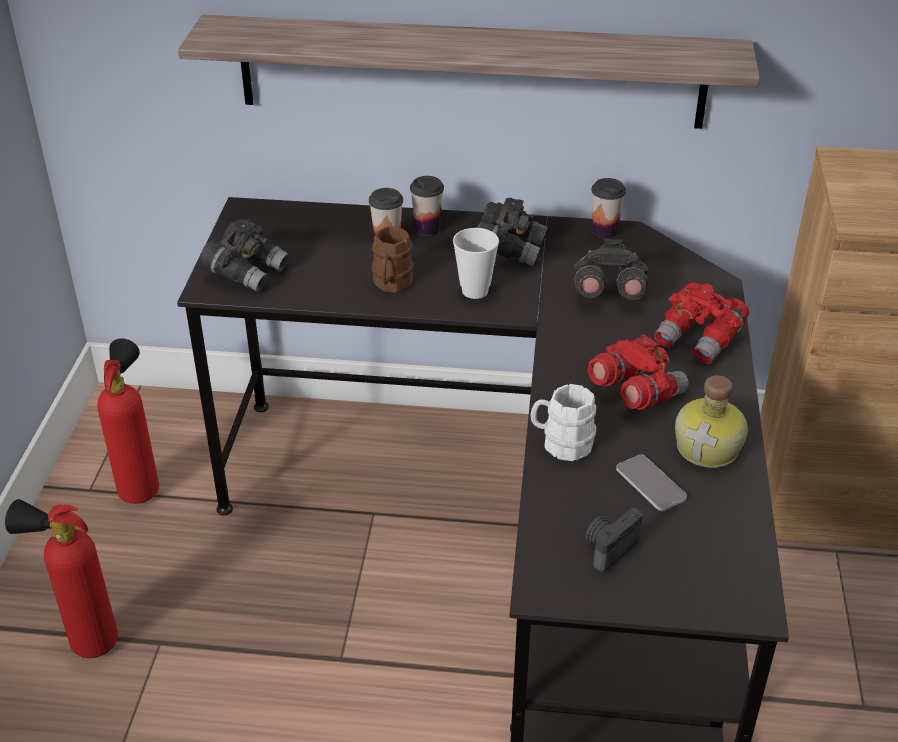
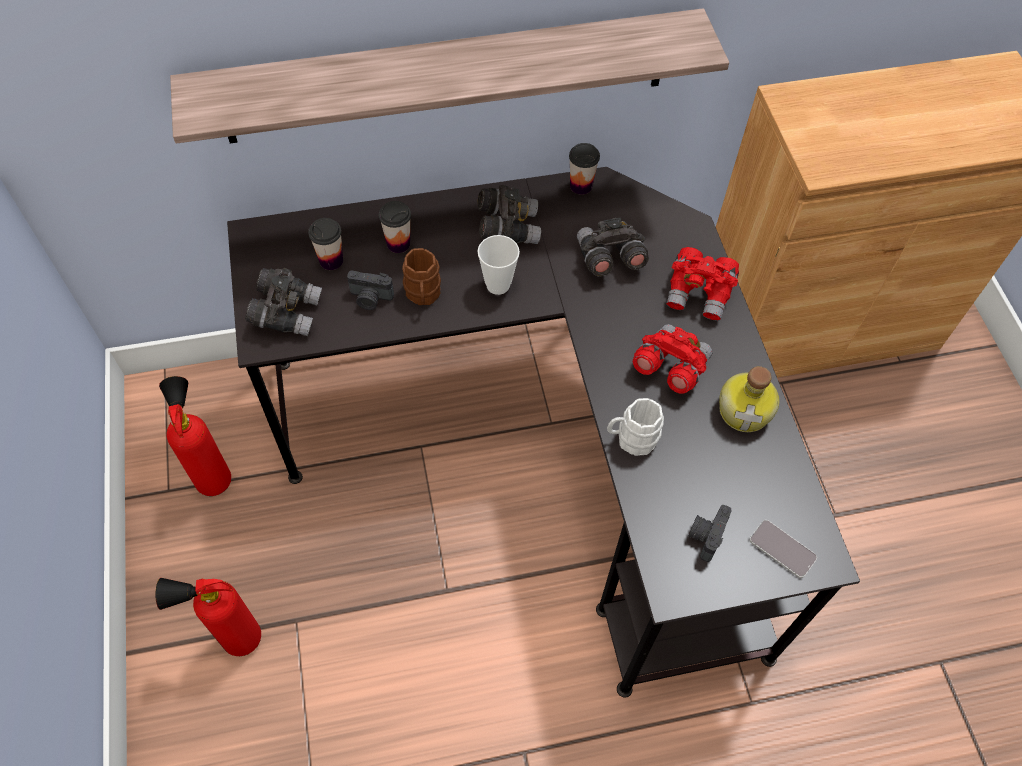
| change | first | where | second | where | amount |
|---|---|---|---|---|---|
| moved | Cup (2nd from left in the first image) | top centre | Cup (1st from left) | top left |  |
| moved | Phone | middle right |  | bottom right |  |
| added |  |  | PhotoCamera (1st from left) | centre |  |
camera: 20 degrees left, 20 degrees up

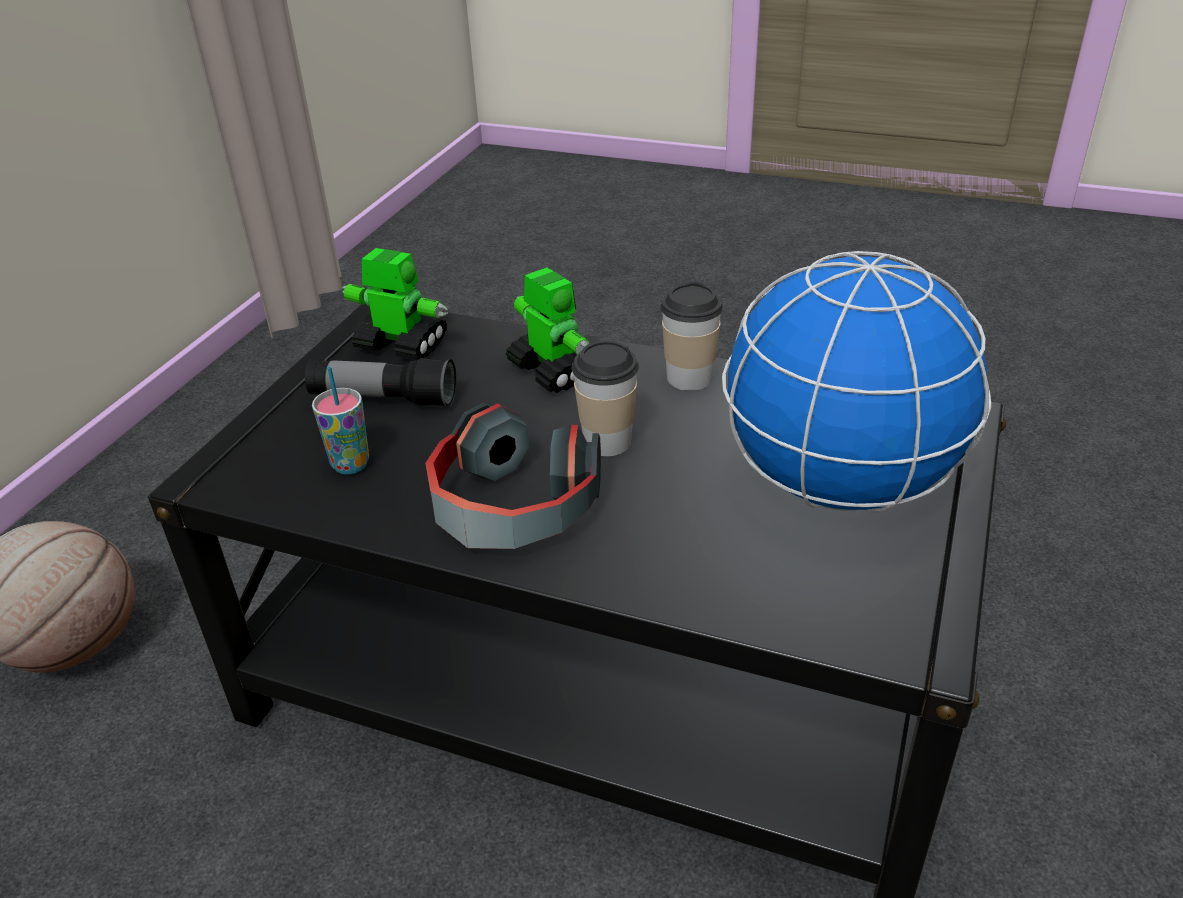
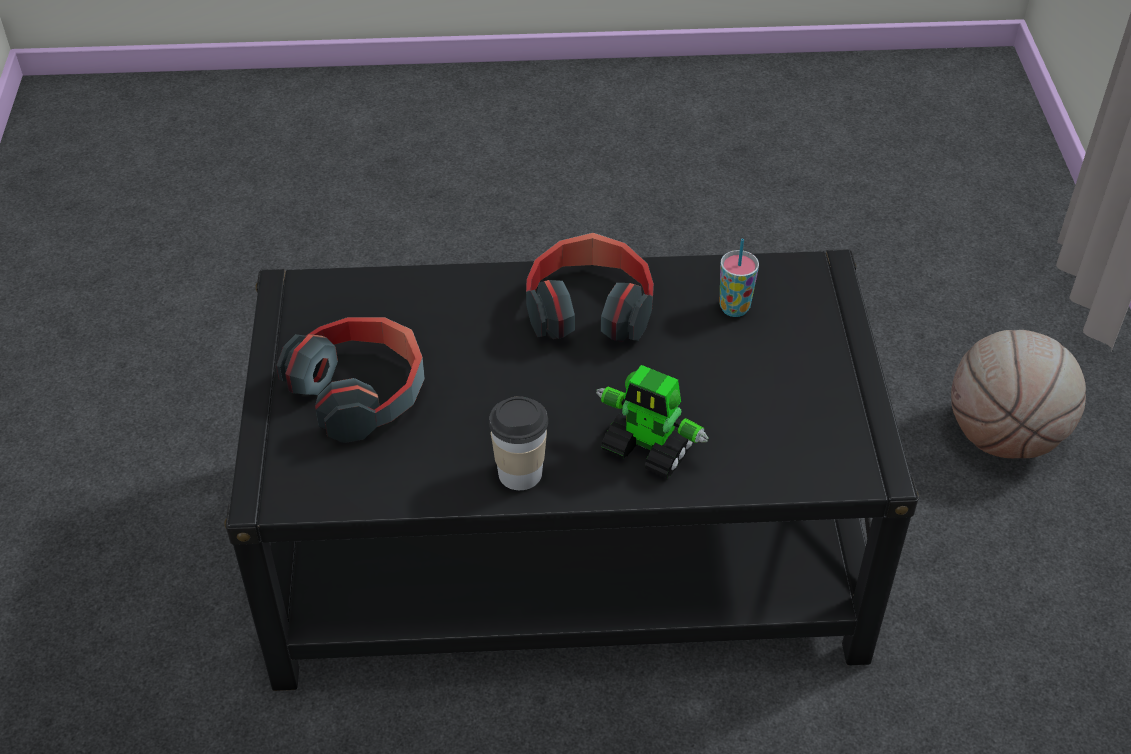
| change | first | where | second | where | amount |
|---|---|---|---|---|---|
| removed | Flashlight | middle left |  |  |  |
| removed | ToyRobot (1st from left) | middle left |  |  |  |
| removed | Cup (2nd from left) | centre |  |  |  |
| replaced | Globe | middle right | Headphones (1st from left) | middle left |  |
camera: 155 degrees right, 10 degrees up

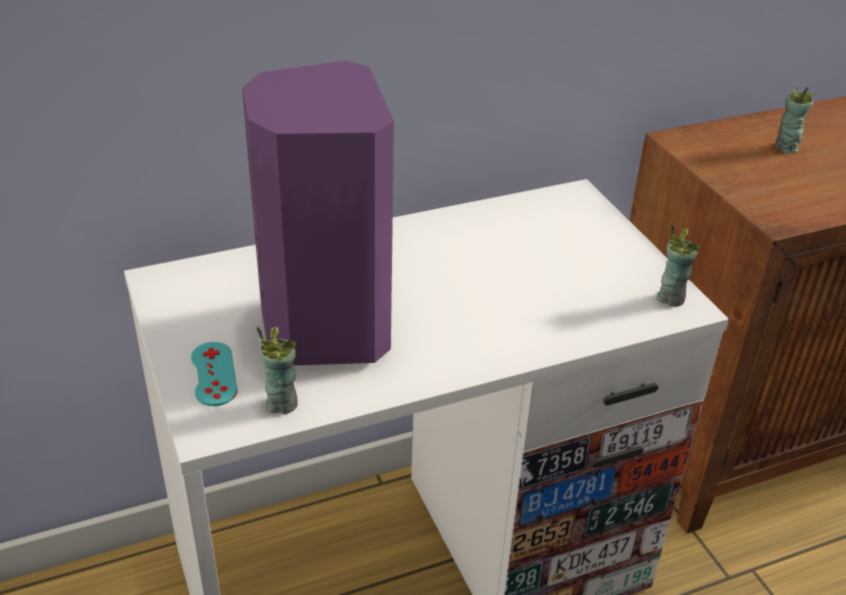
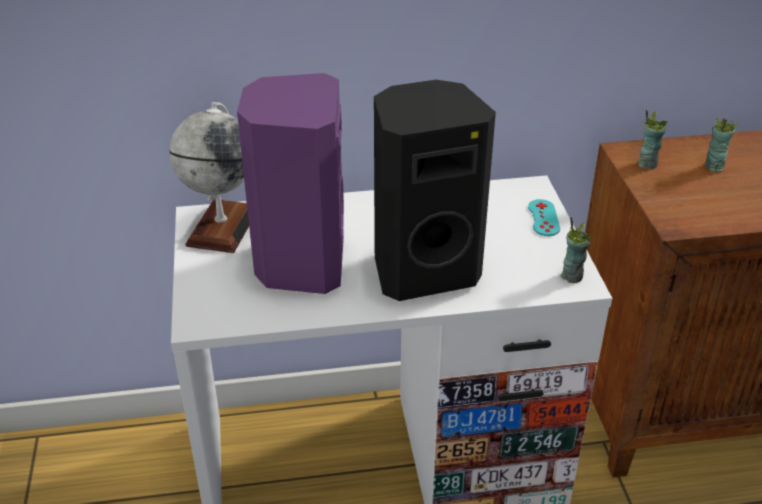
| change | first | where | second | where | amount |
|---|---|---|---|---|---|
| moved | TurquoiseGameController | middle left |  | middle right |  |
| moved | Cup (1st from left in the first image) | middle left | Cup (2nd from left) | top right |  |
| added |  |  | Globe | middle left |  |
| added |  |  | BlackSpeaker | centre |  |
camera: 15 degrees right, 0 degrees up

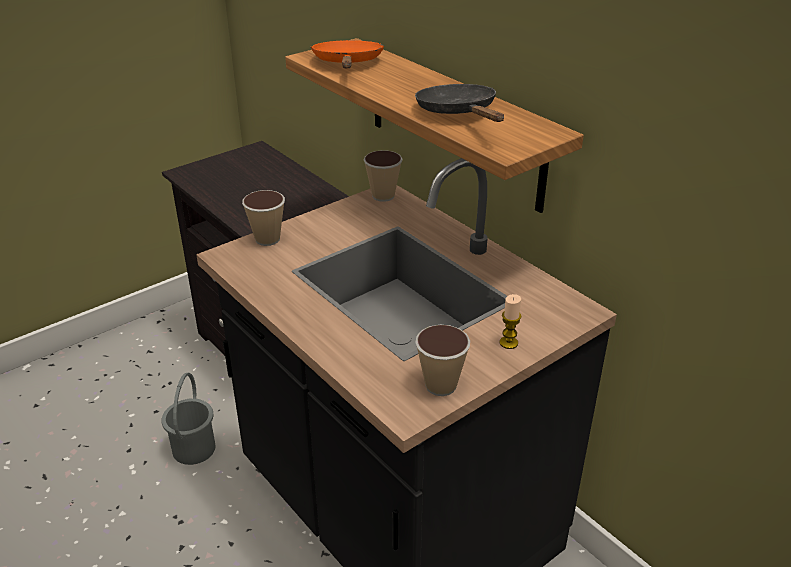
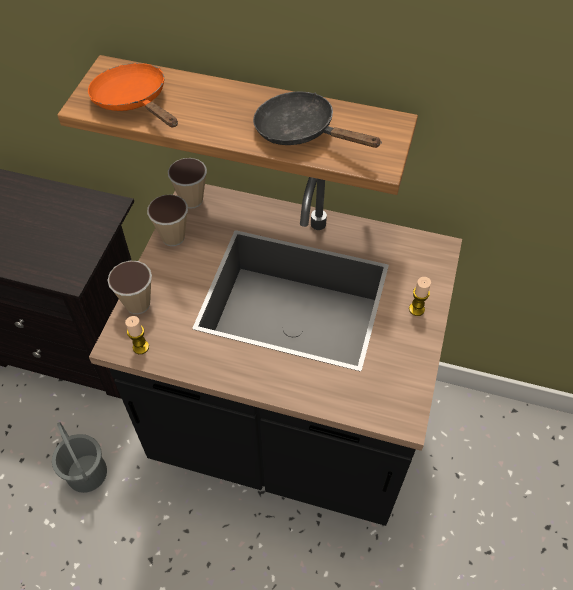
| change | first | where | second | where | amount |
|---|---|---|---|---|---|
| moved | Cup (3rd from left in the first image) | centre | Cup (2nd from left) | middle left |  |
| added |  |  | Candle (1st from left) | middle left |  |
camera: 35 degrees left, 20 degrees up

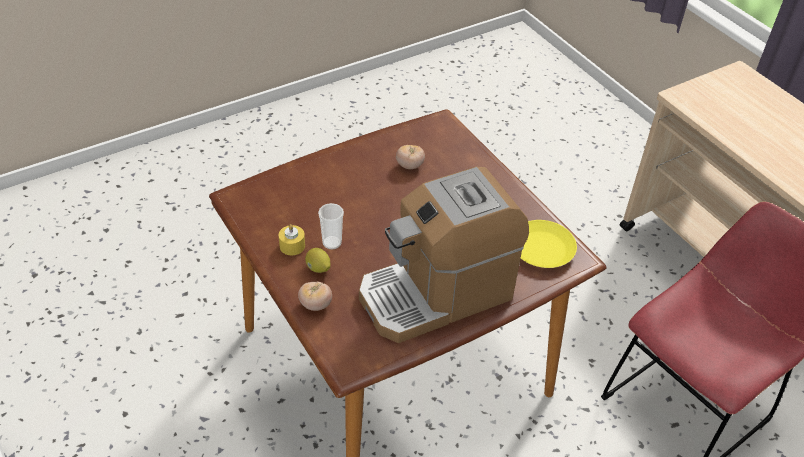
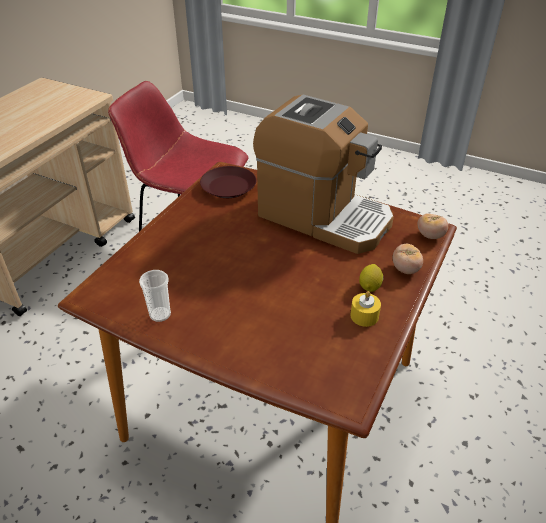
| change | first | where | second | where | amount |
|---|---|---|---|---|---|
| moved | Cup | centre |  | middle left |  |
| moved | Tomato (2nd from left) | centre |  | middle right |  |
| recoloured | YellowPlate | middle right | BrownPlate | centre |  |
camera: 120 degrees left, 5 degrees down

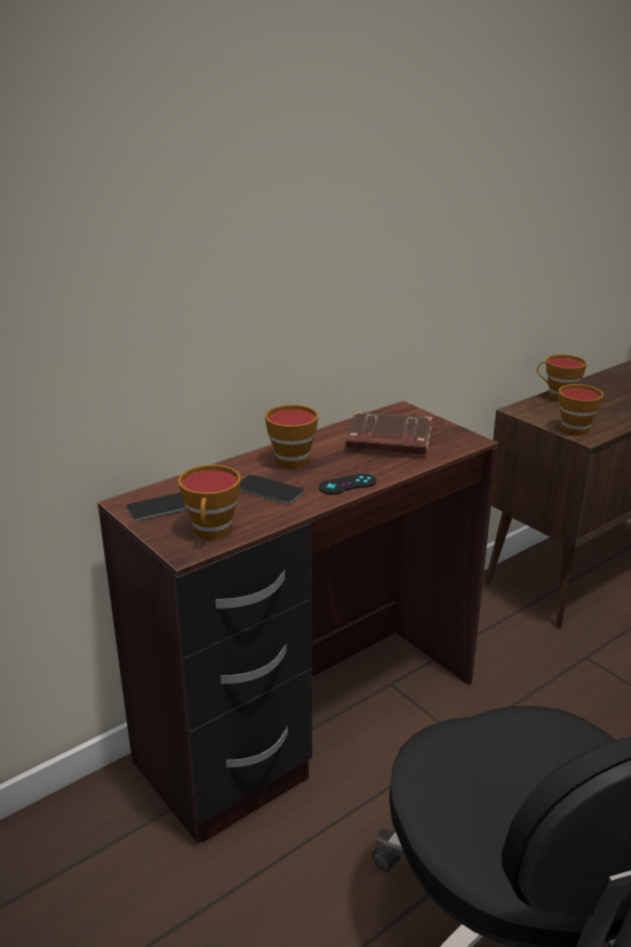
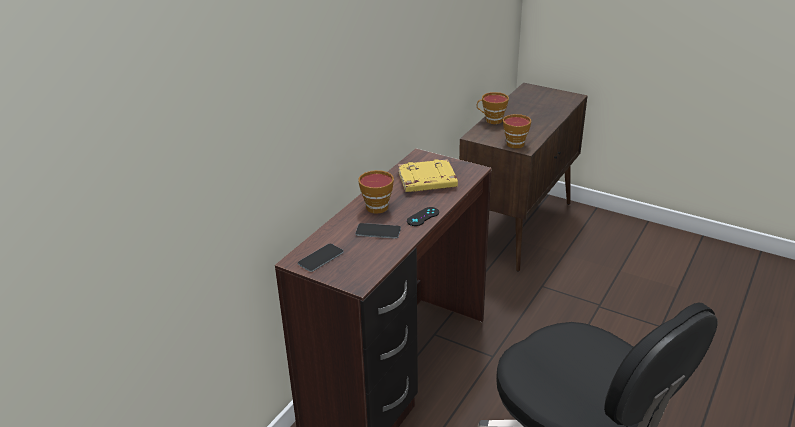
| change | first | where | second | where | amount |
|---|---|---|---|---|---|
| removed | Cup (1st from left) | middle left |  |  |  |
| recoloured | BrownBook | centre | YellowBook | centre |  |
camera: 20 degrees left, 5 degrees up

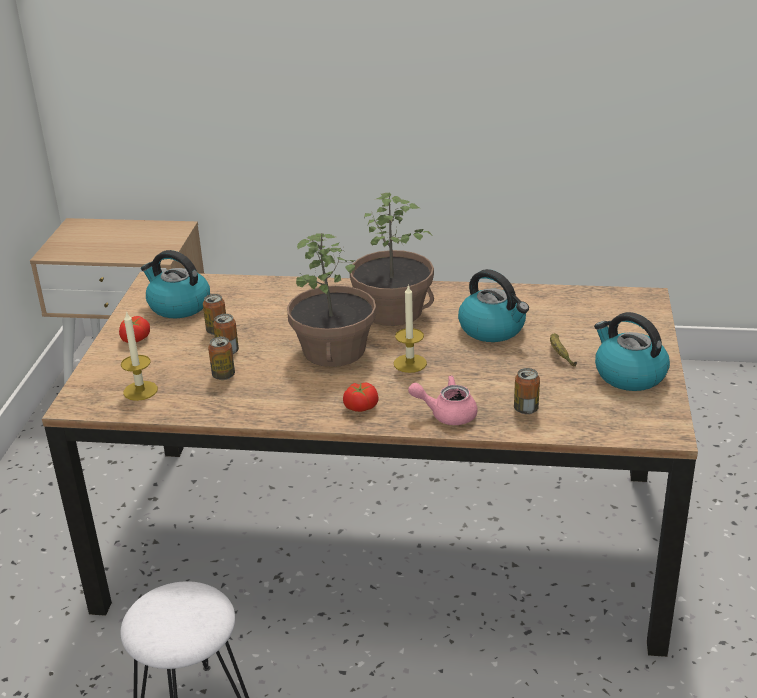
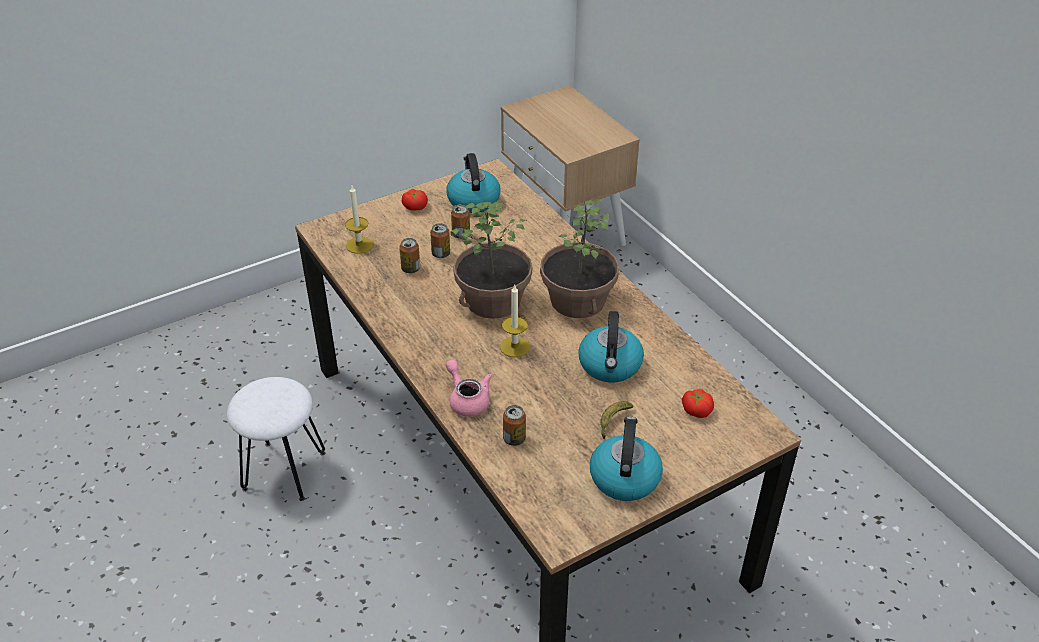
| change | first | where | second | where | amount |
|---|---|---|---|---|---|
| moved | Tomato (2nd from left) | centre |  | middle right |  |
camera: 50 degrees right, 10 degrees up

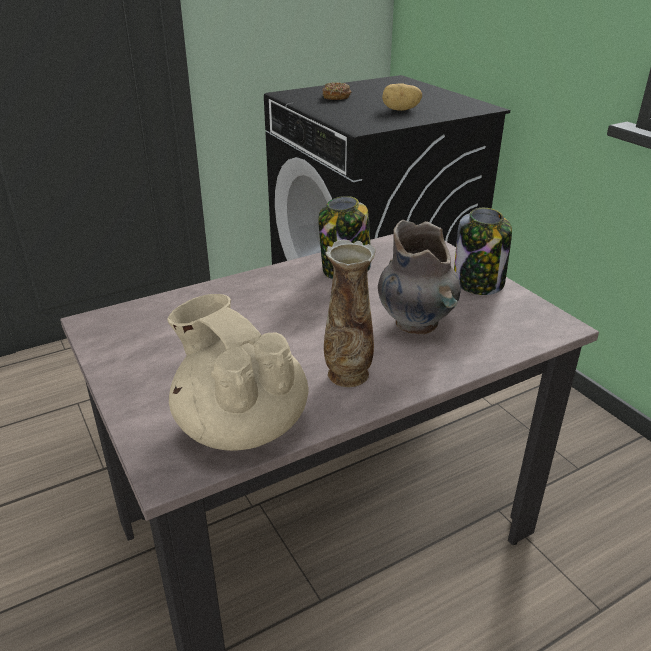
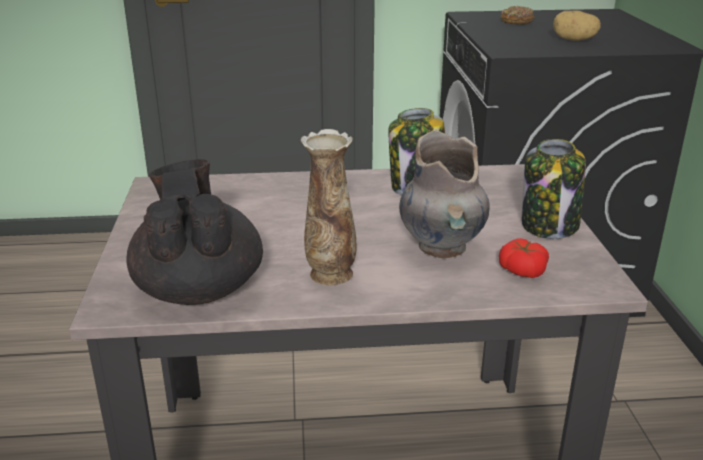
| change | first | where | second | where | amount |
|---|---|---|---|---|---|
| recoloured | BeigeTeapot | centre | BlackTeapot | middle left |  |
| added |  |  | Tomato | middle right |  |
camera: 25 degrees right, 5 degrees down

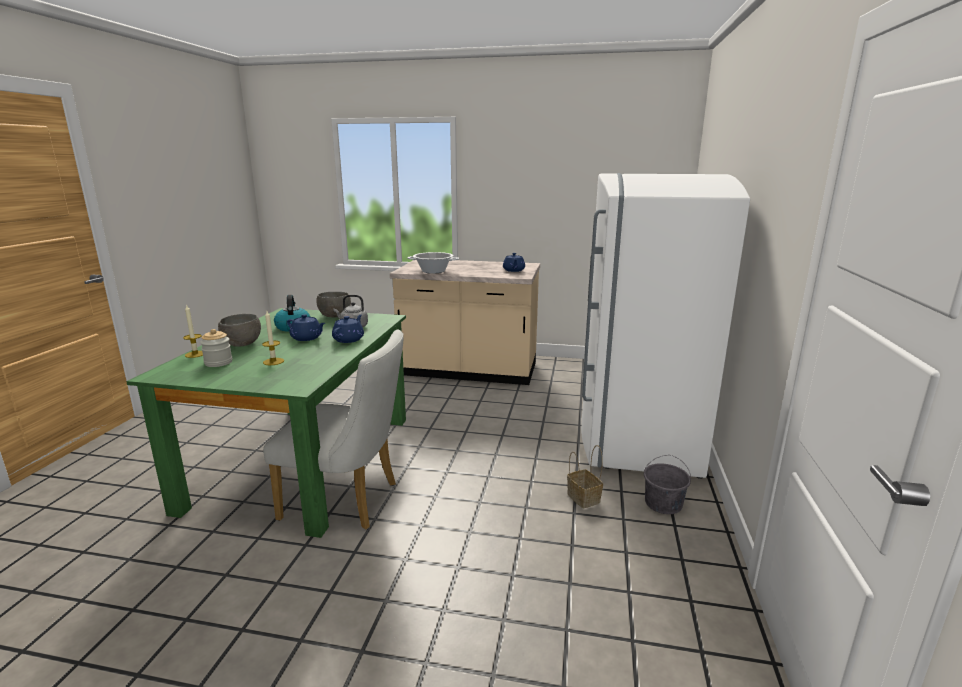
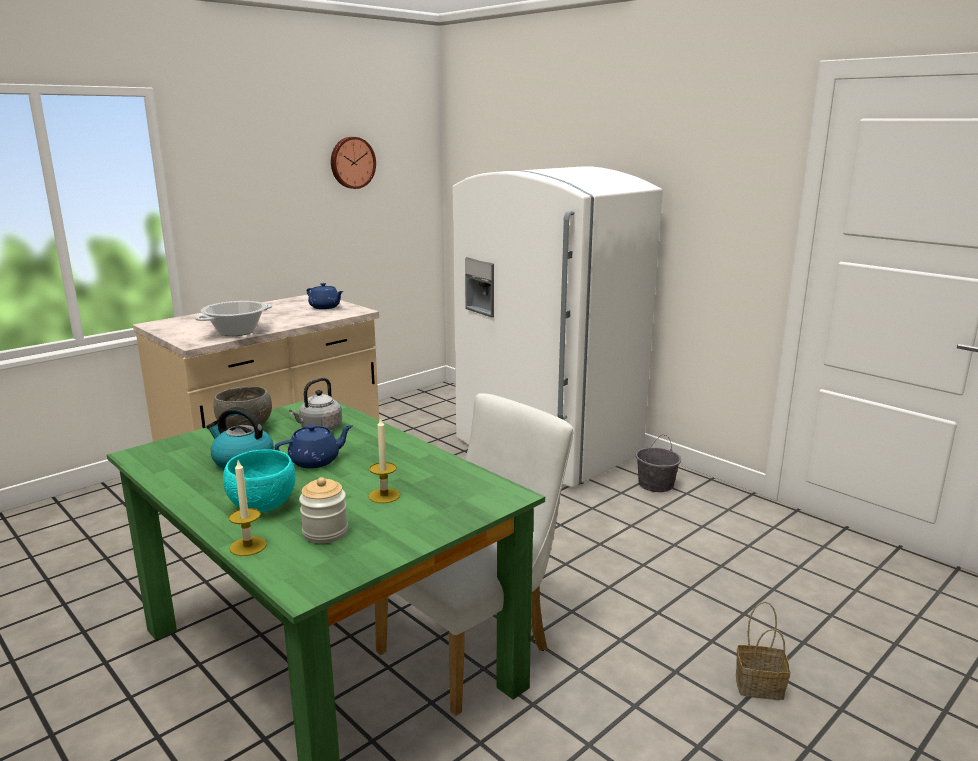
| change | first | where | second | where | amount |
|---|---|---|---|---|---|
| recoloured | GreyBowl (1st from left) | middle left | TurquoiseBowl | middle left |  |
| removed | BlueTeapot (2nd from left) | centre |  |  |  |
| moved | Basket | bottom centre |  | bottom right |  |
| added |  |  | WallClock | top centre |  |
camera: 55 degrees left, 0 degrees up

